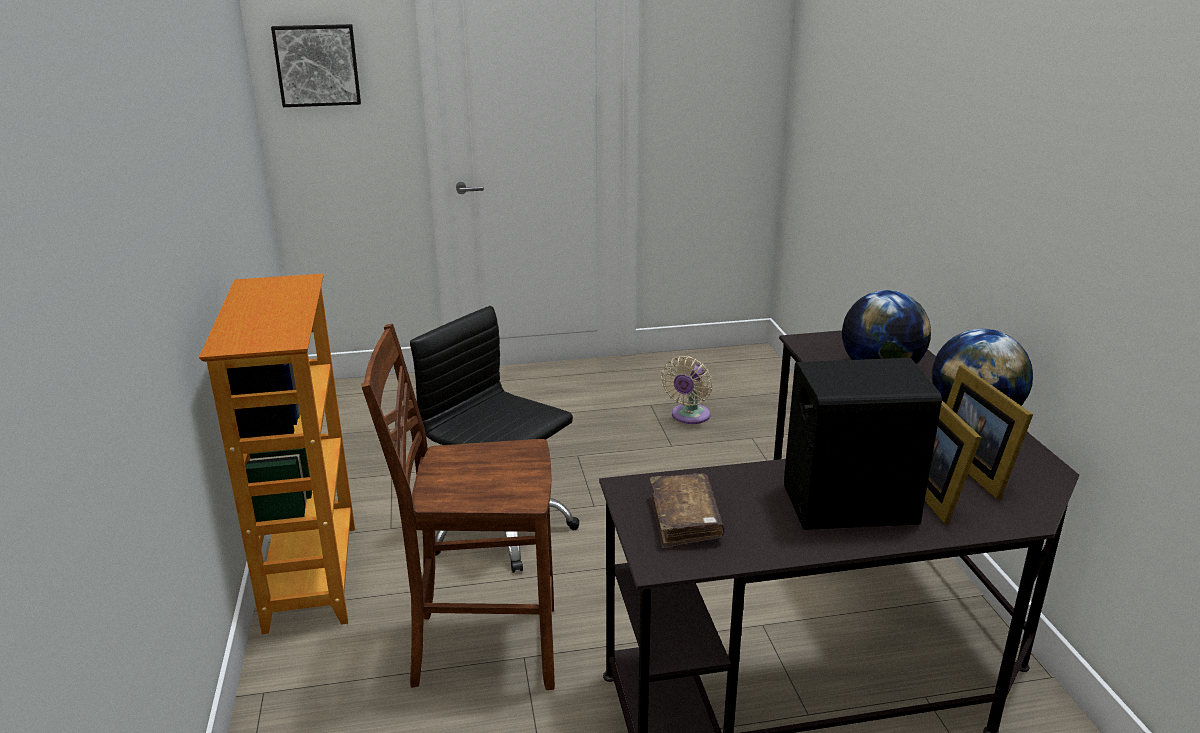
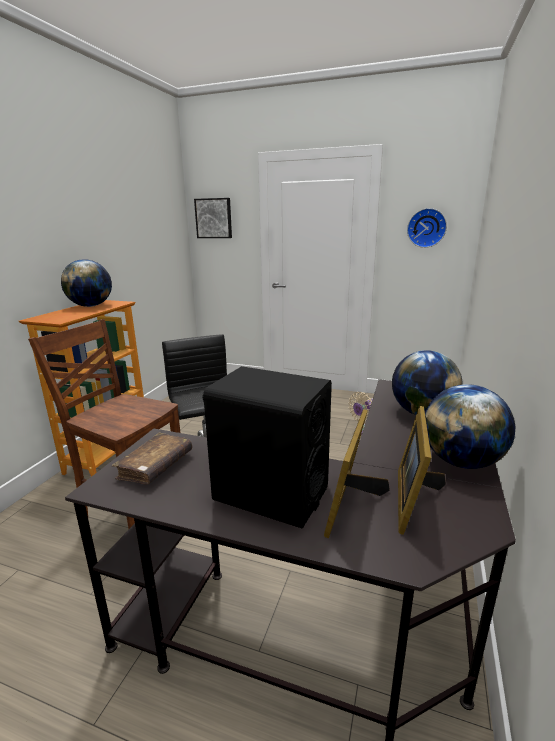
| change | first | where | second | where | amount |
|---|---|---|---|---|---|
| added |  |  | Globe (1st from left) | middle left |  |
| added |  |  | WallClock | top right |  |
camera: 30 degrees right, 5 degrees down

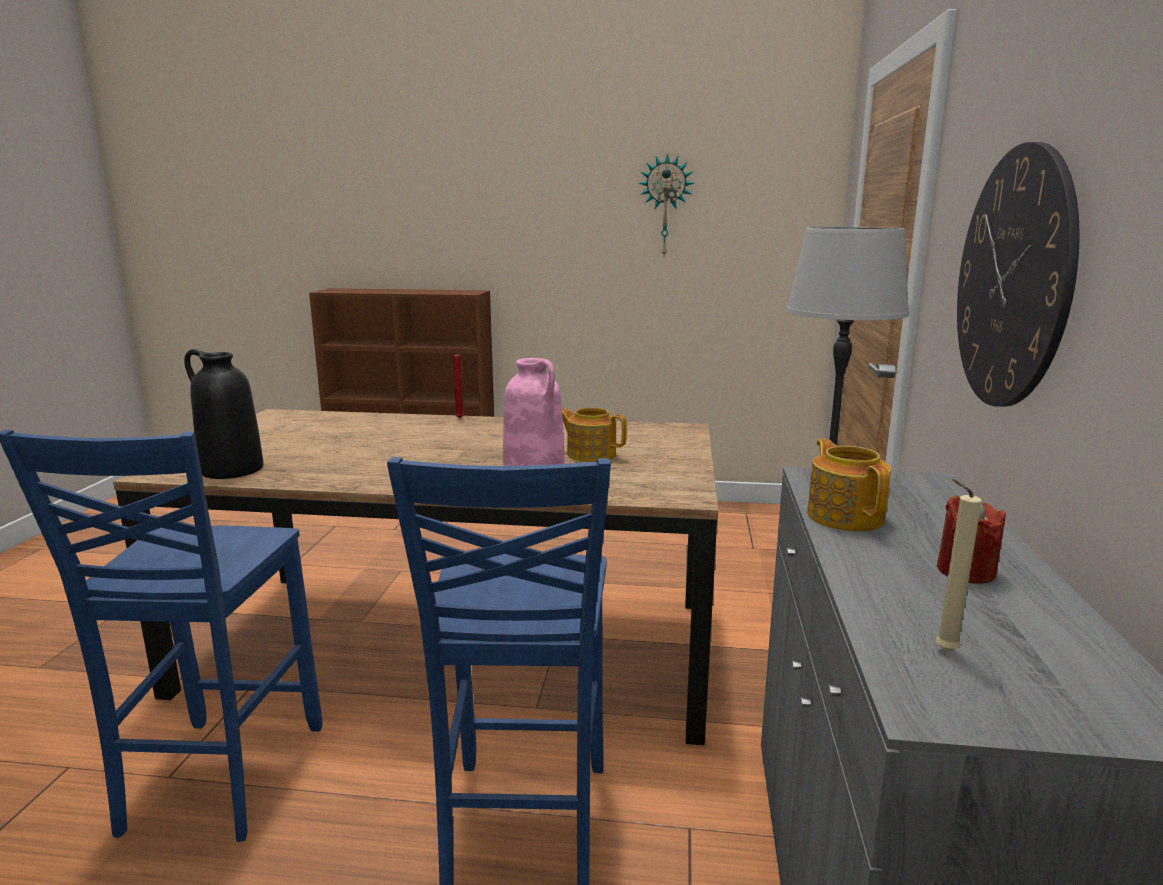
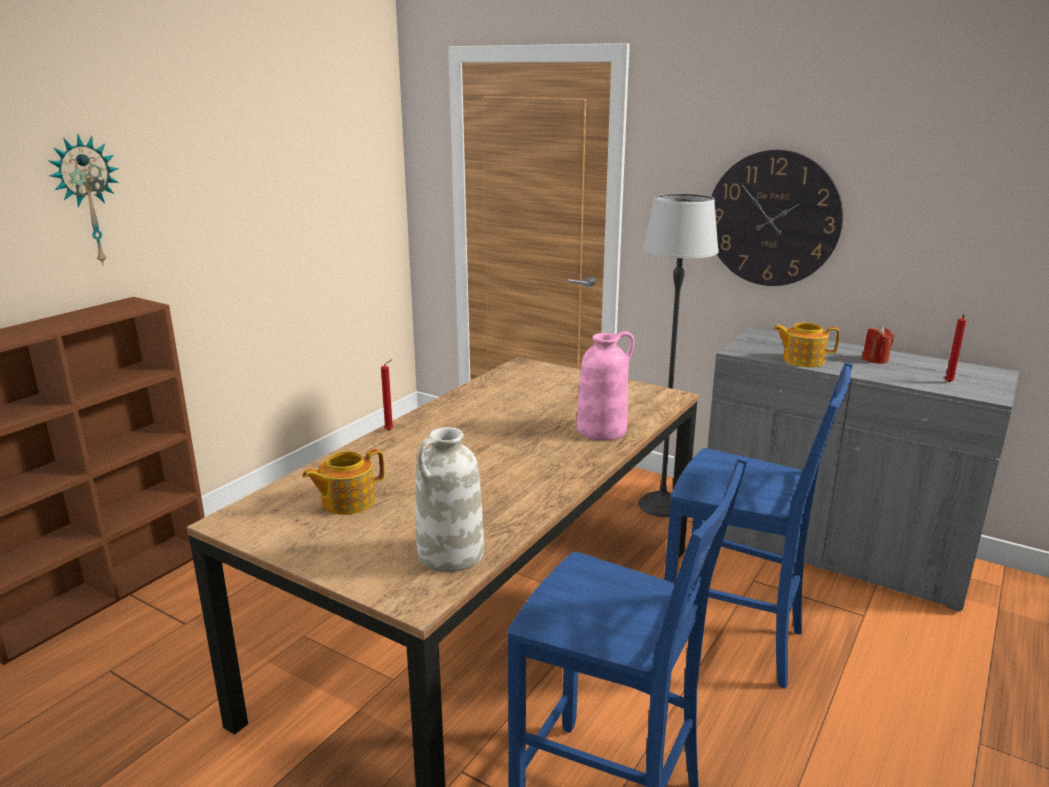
| change | first | where | second | where | amount |
|---|---|---|---|---|---|
| recoloured | BlackVase | middle left | WhiteVase | centre |  |
| moved | Teapot (1st from left) | centre |  | middle left |  |
| moved | WallClock (1st from left) | top centre |  | top left |  |
| recoloured | BeigeCandle | middle right | RedCandle (3rd from left) | middle right |  |
camera: 65 degrees left, 5 degrees up

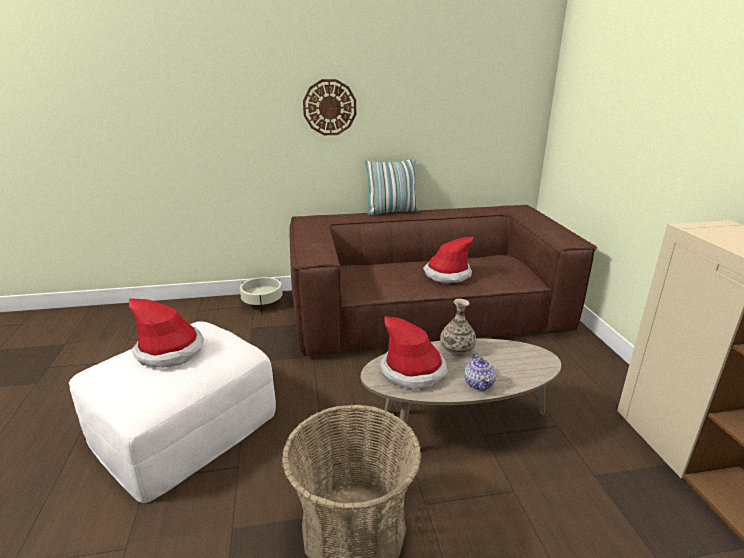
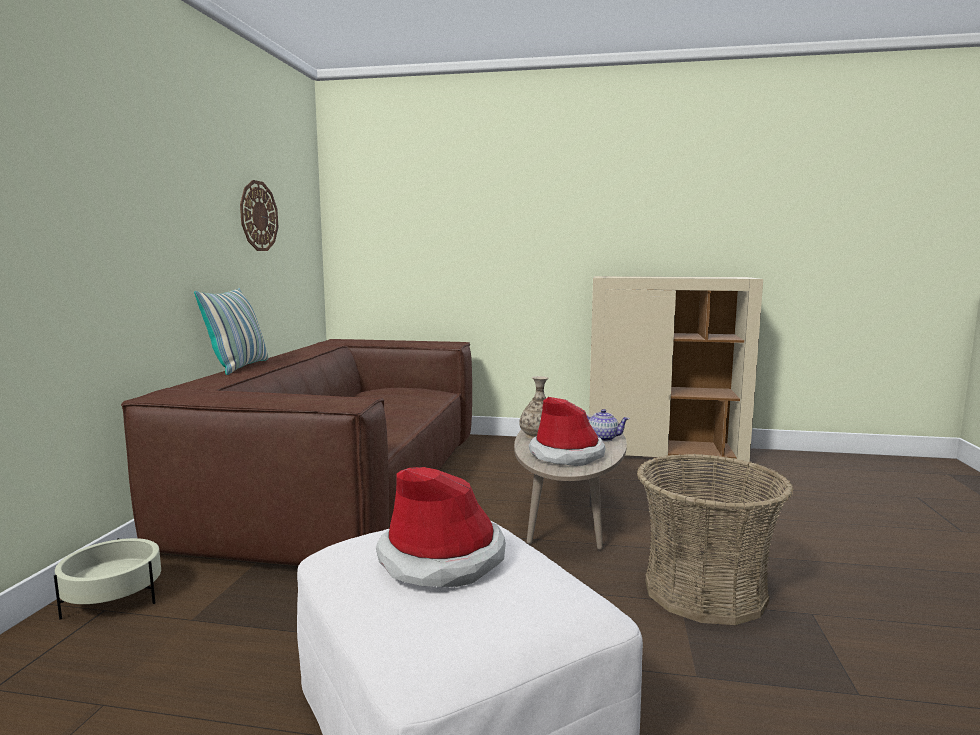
| change | first | where | second | where | amount |
|---|---|---|---|---|---|
| moved | WallClock | top centre |  | top left |  |
| removed | Hat (3rd from left) | centre |  |  |  |
camera: 70 degrees left, 15 degrees down

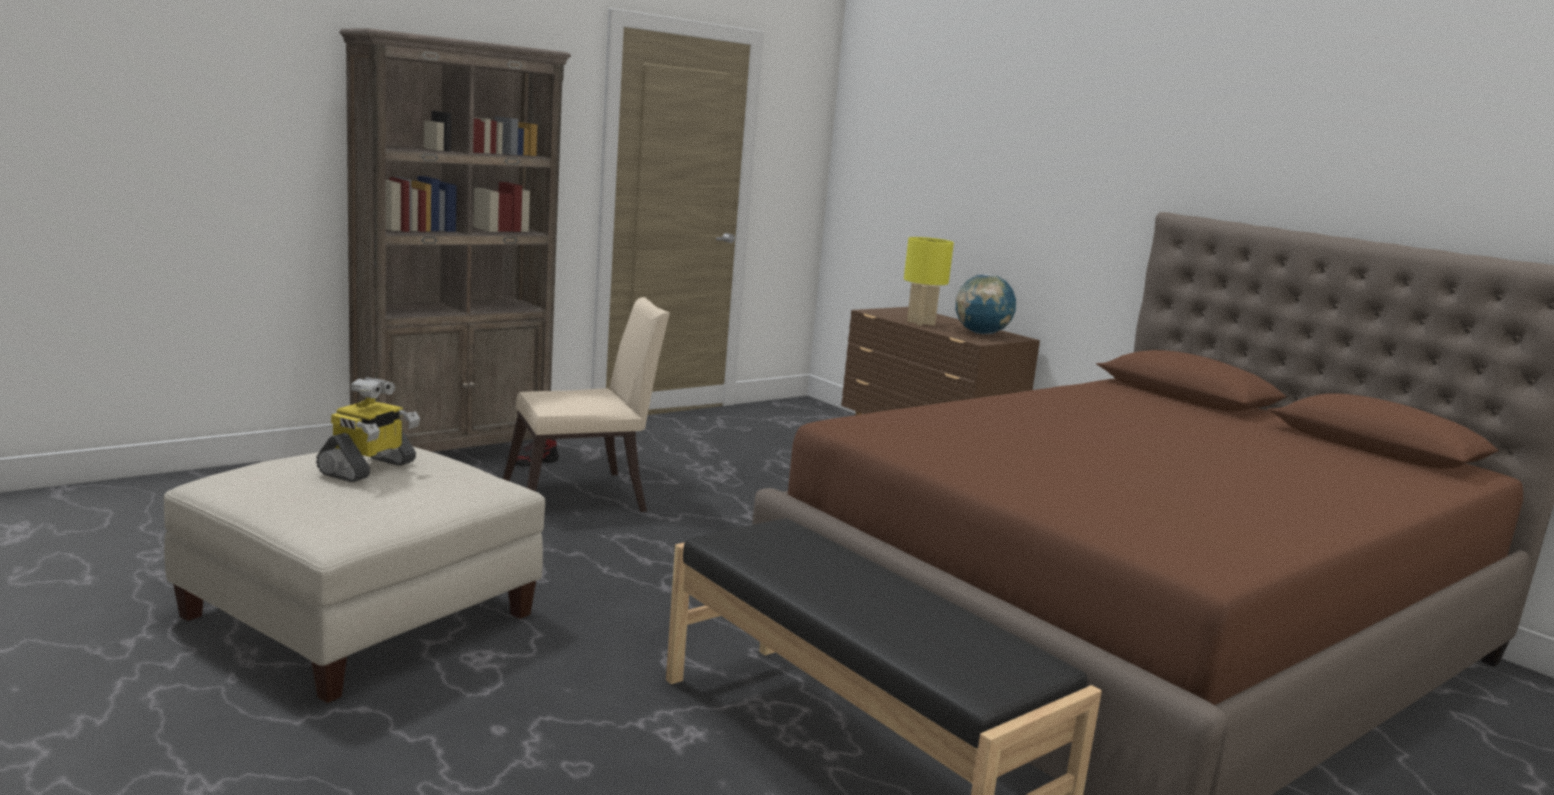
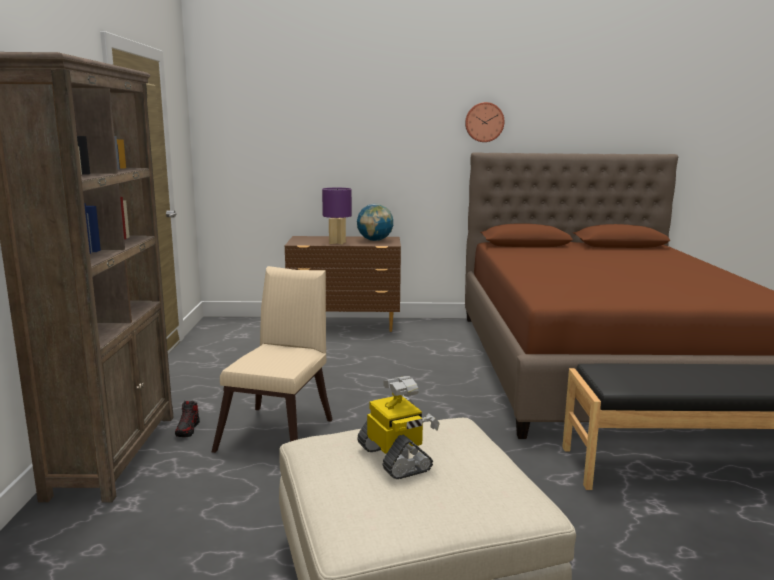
| change | first | where | second | where | amount |
|---|---|---|---|---|---|
| recoloured | YellowTableLamp | centre | PurpleTableLamp | centre |  |
| added |  |  | WallClock | top centre |  |
camera: 50 degrees left, 0 degrees up

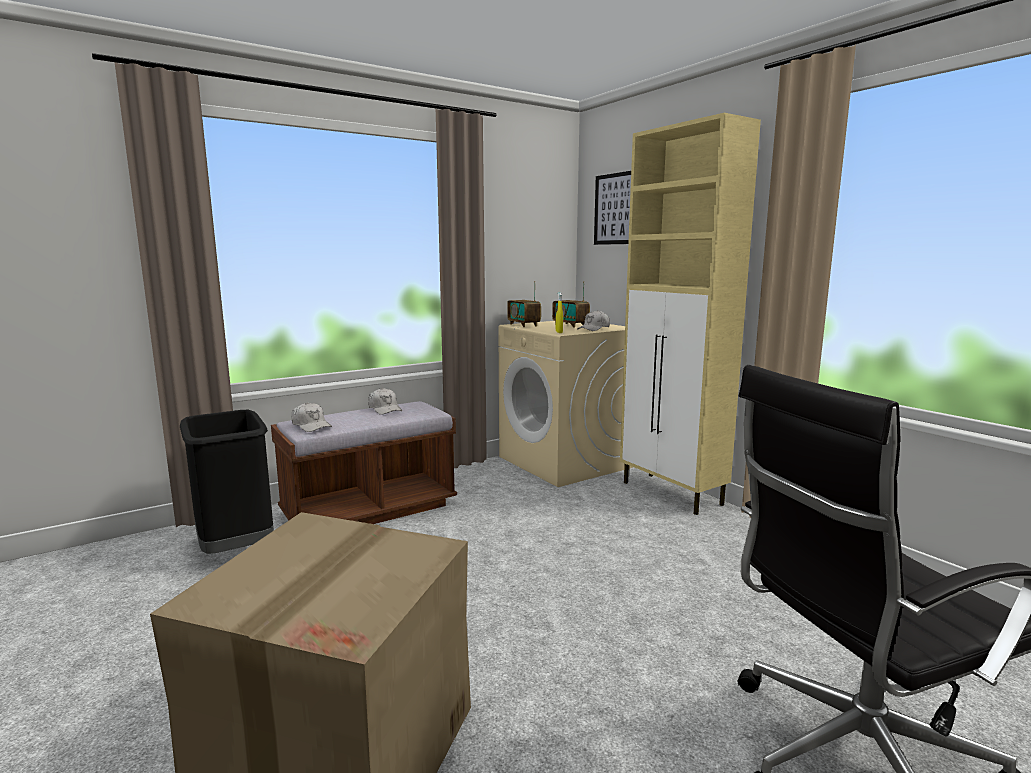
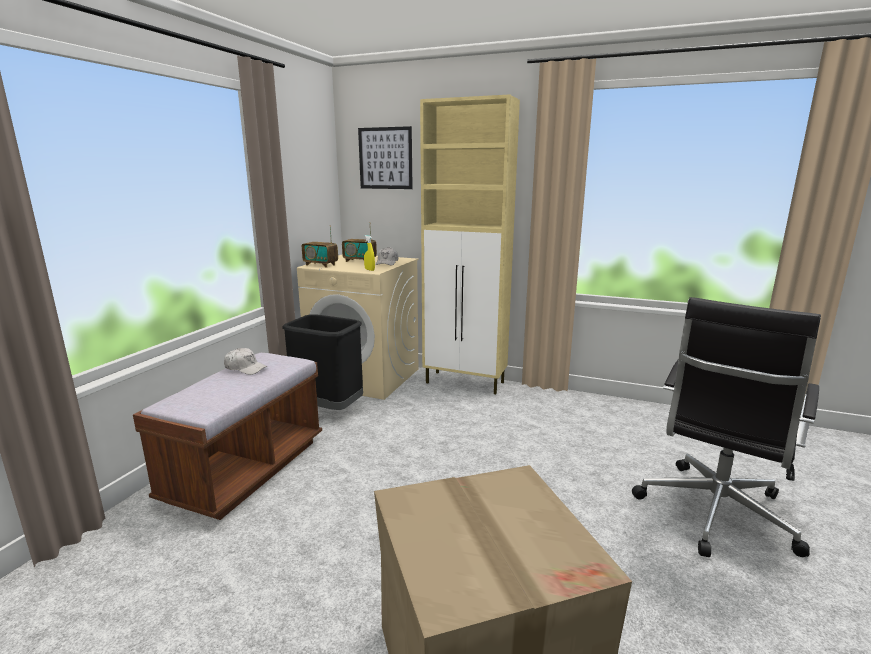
| change | first | where | second | where | amount |
|---|---|---|---|---|---|
| moved | BlackTrashCan | middle left |  | centre |  |
| removed | WhiteCap (1st from left) | middle left |  |  |  |
camera: 35 degrees left, 5 degrees up

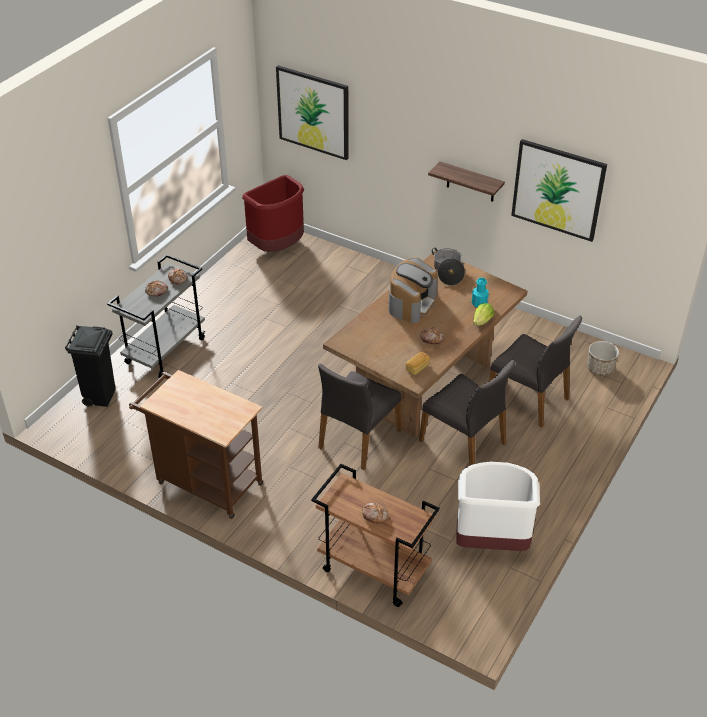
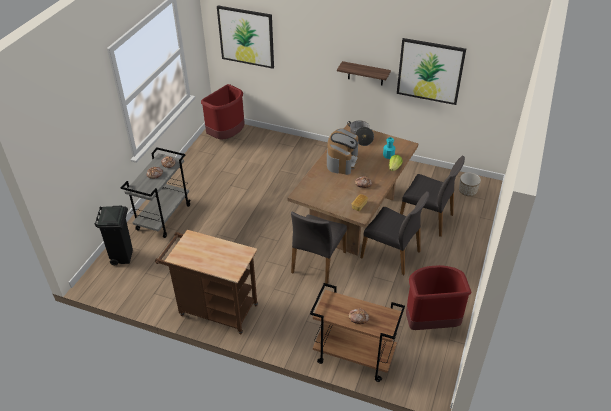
| change | first | where | second | where | amount |
|---|---|---|---|---|---|
| recoloured | WhiteTrashCan | bottom right | RedTrashCan (2nd from left) | bottom right |  |
camera: 10 degrees left, 0 degrees up

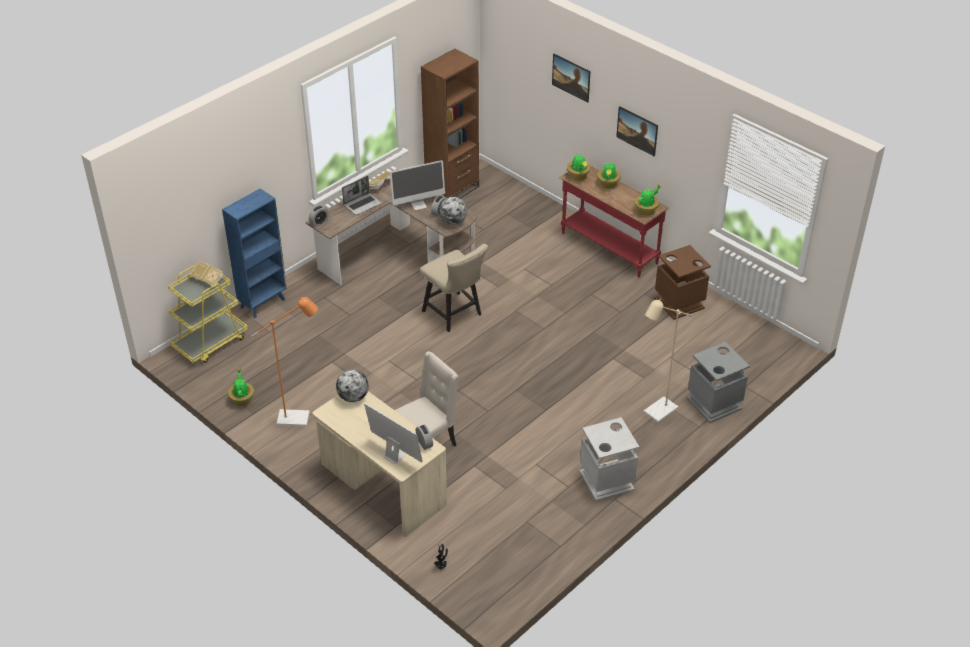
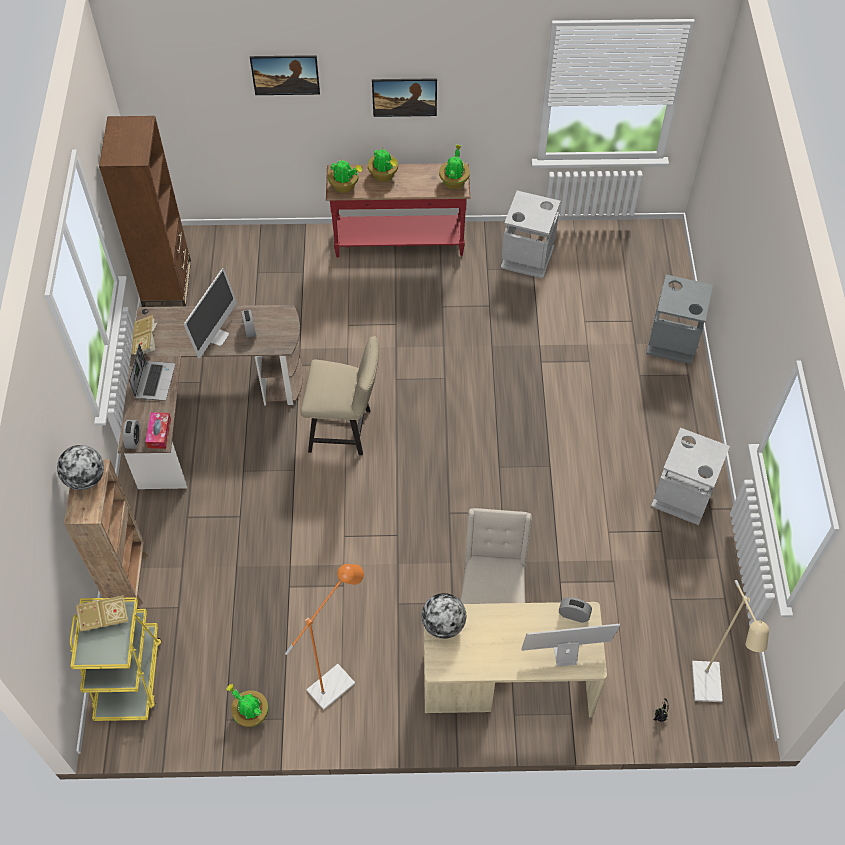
| change | first | where | second | where | amount |
|---|---|---|---|---|---|
| recoloured | BlueBookcase | middle left | BrownBookcase (1st from left) | middle left |  |
| moved | Globe (2nd from left in the first image) | top centre | Globe (1st from left) | middle left |  |
| moved | BeigeFloorLamp | middle right |  | bottom right |  |
| recoloured | BrownTrashCan | middle right | GreyTrashCan (1st from left) | top centre |  |
| added |  |  | TissueBox | middle left |  |
camera: 45 degrees left, 15 degrees up

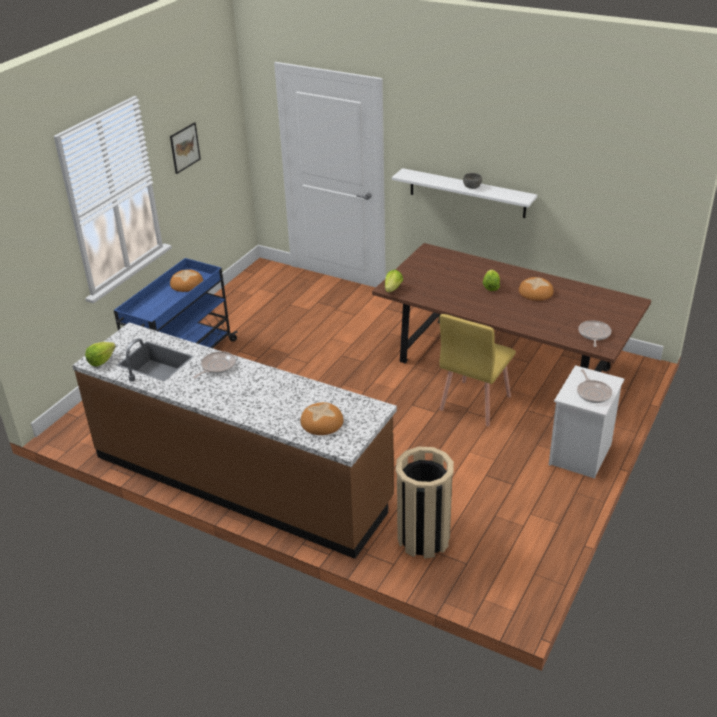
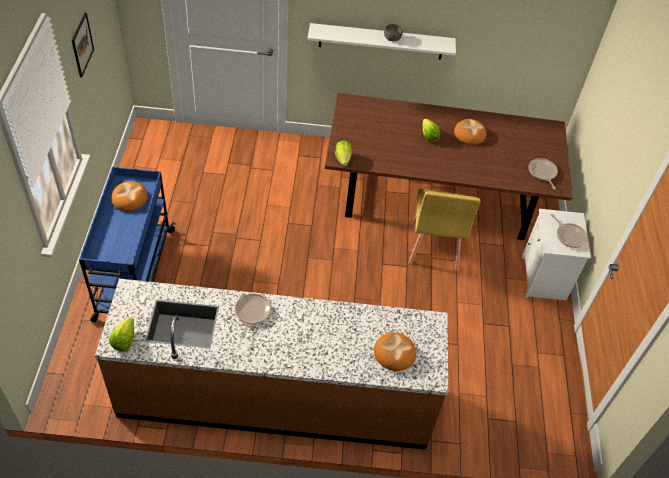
| change | first | where | second | where | amount |
|---|---|---|---|---|---|
| removed | BeigeTrashCan | bottom centre |  |  |  |
camera: 30 degrees left, 15 degrees up

